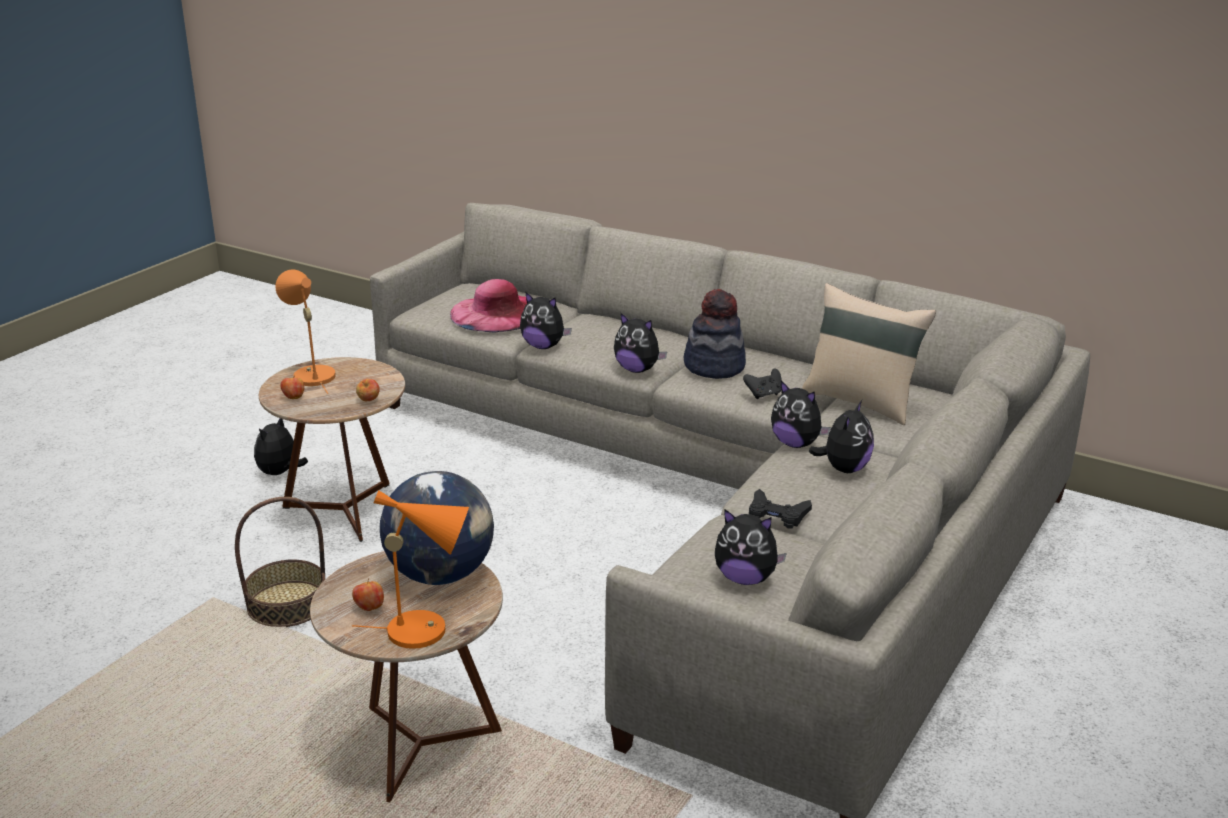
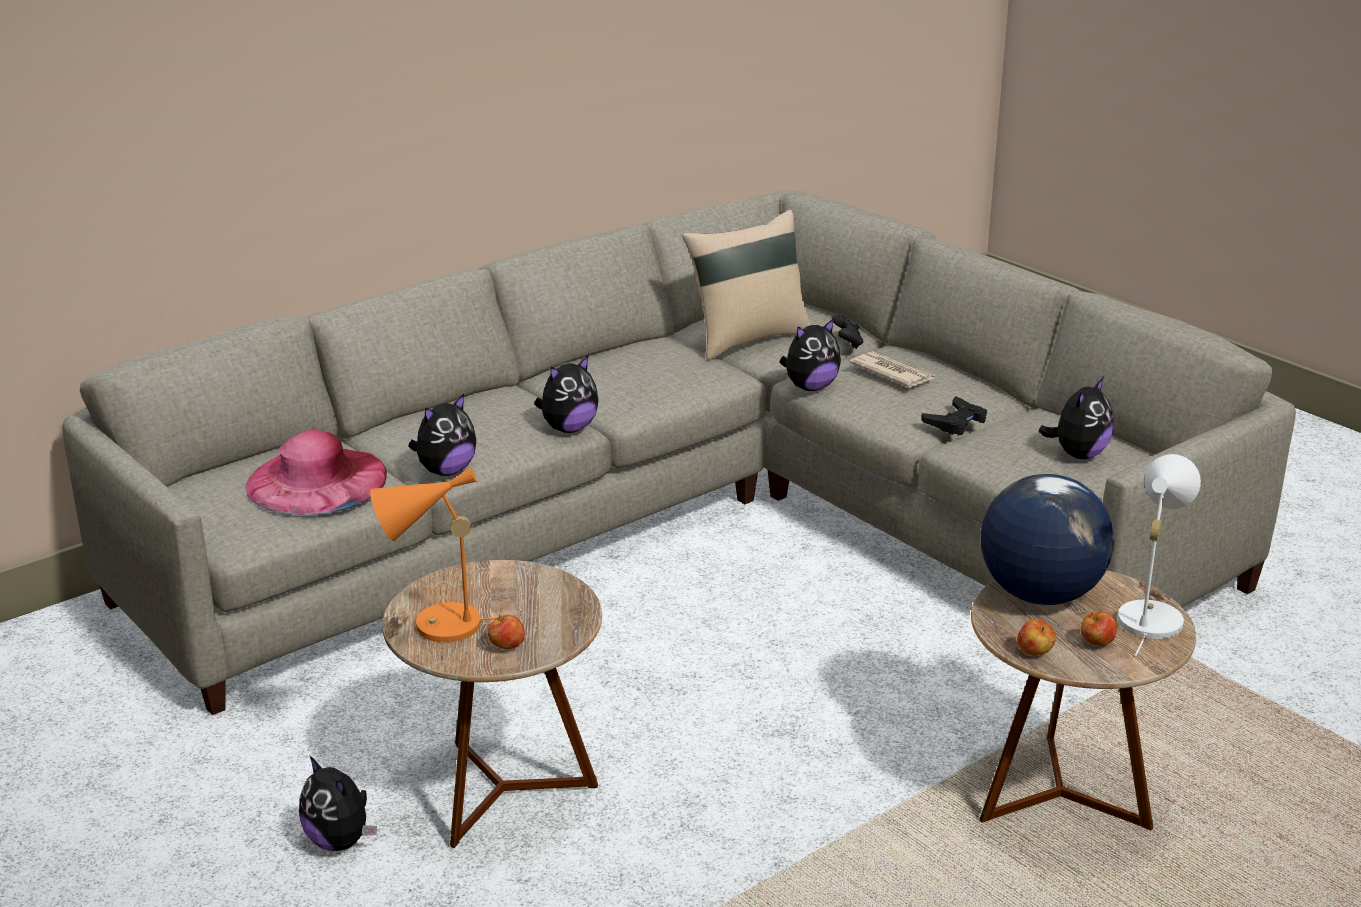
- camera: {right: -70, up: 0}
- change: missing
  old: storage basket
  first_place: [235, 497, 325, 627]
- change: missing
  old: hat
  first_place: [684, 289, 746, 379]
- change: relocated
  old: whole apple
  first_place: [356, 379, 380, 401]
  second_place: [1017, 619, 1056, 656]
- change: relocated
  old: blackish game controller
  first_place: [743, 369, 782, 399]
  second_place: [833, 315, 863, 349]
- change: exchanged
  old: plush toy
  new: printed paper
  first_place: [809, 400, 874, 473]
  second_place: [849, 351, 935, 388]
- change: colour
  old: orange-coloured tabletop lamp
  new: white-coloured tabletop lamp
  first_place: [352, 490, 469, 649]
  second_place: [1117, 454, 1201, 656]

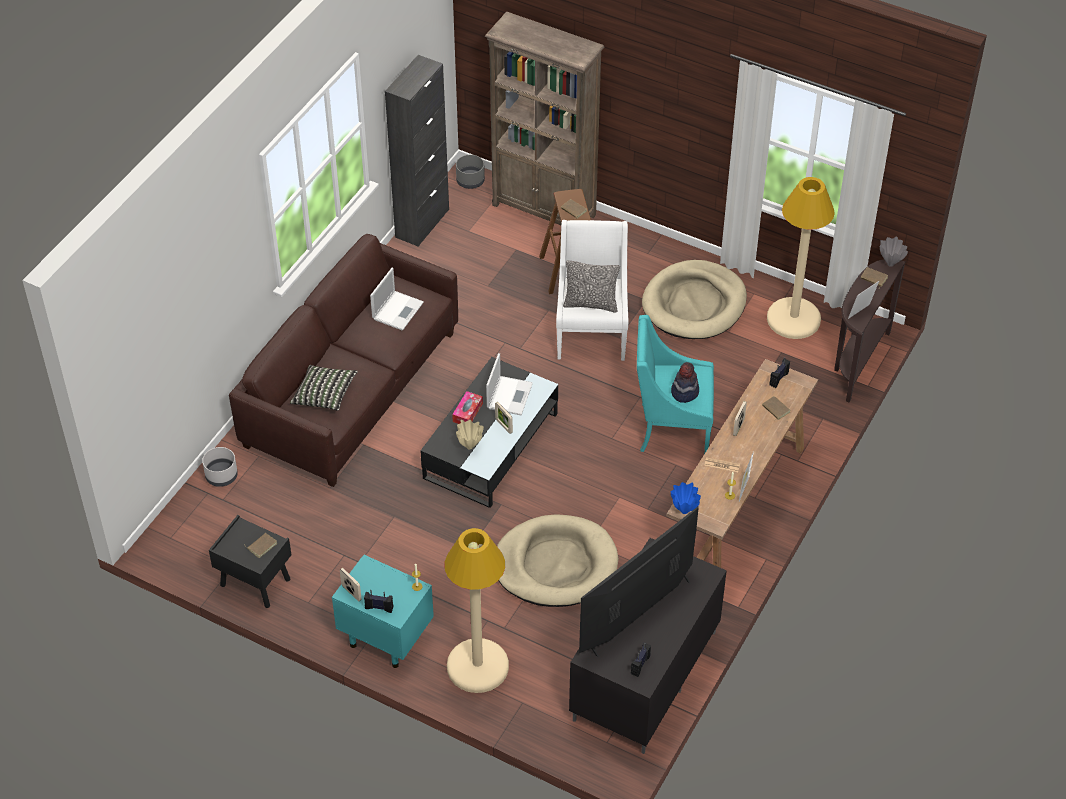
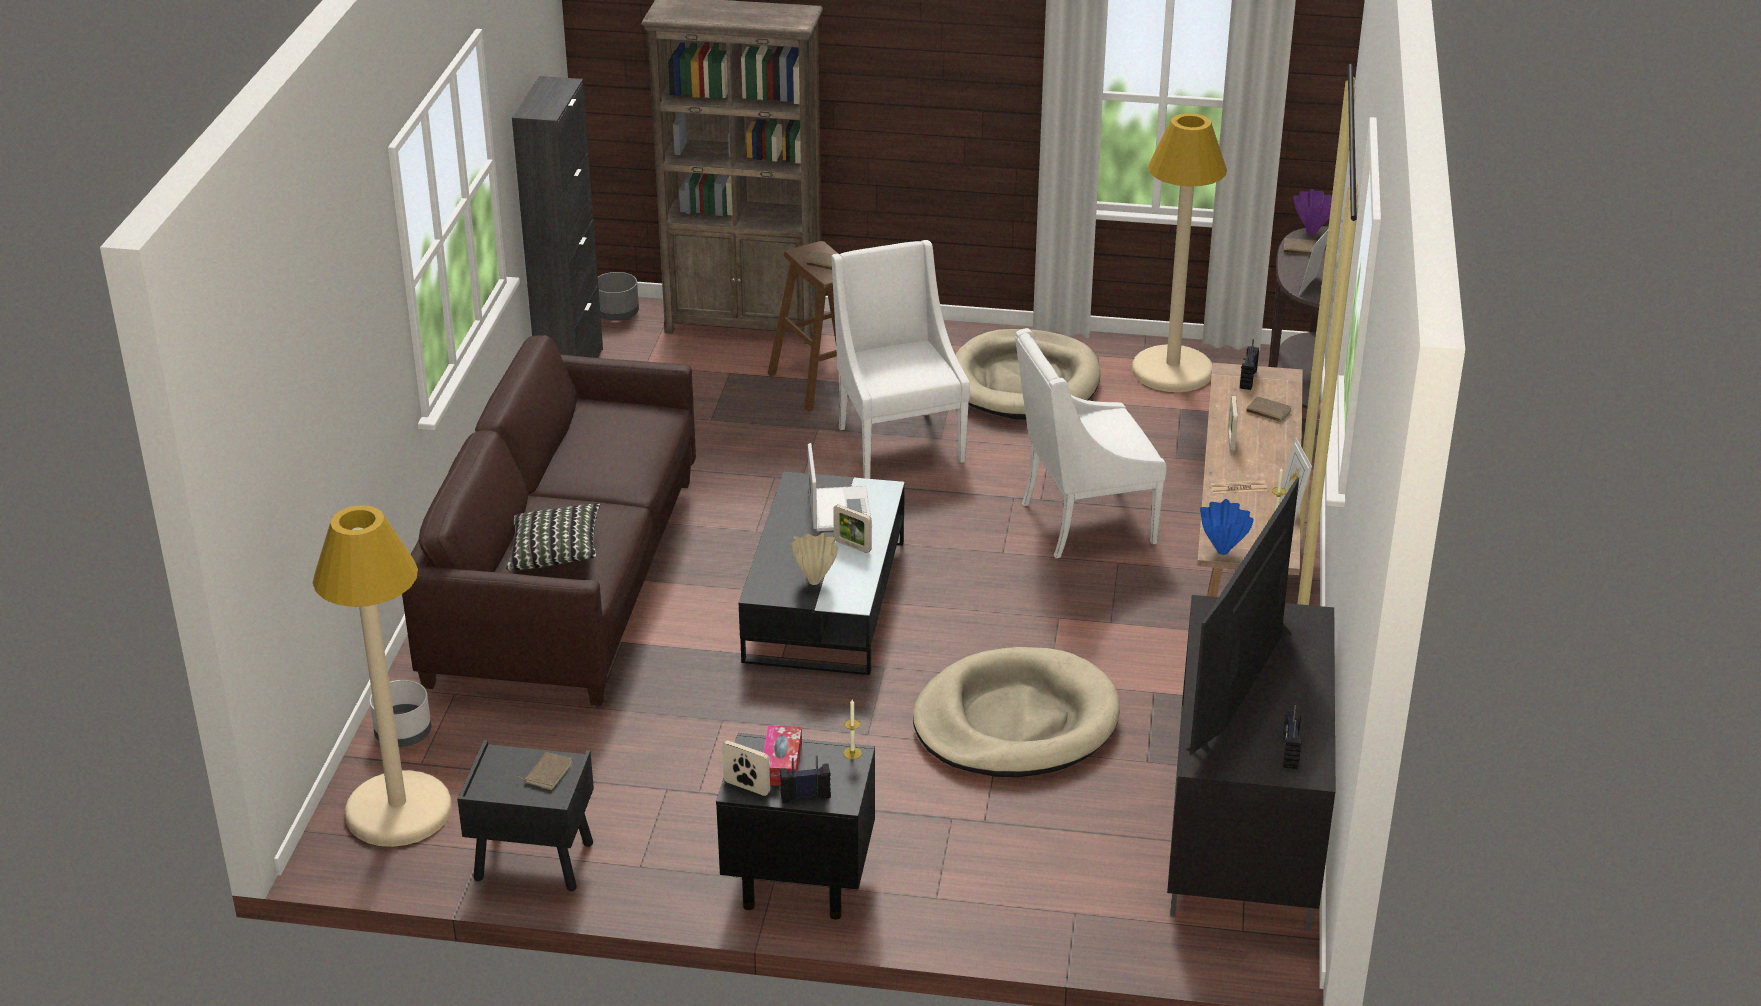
- camera: {right: -20, up: -15}
- change: missing
  old: laptop
  first_place: [370, 268, 424, 331]
- change: missing
  old: throw pillow
  first_place: [563, 260, 620, 313]
- change: missing
  old: hat
  first_place: [671, 362, 699, 403]
- change: relocated
  old: beige-coloured standard lamp
  first_place: [445, 528, 509, 693]
  second_place: [313, 505, 452, 847]
- change: relocated
  old: tissue box
  first_place: [452, 391, 483, 424]
  second_place: [763, 725, 802, 786]
- change: colour
  old: turquoise-coloured bedside table
  new: blackish bedside table
  first_place: [332, 555, 434, 668]
  second_place: [716, 733, 875, 920]
- change: colour
  old: turquoise-coloured lounge chair
  new: white-coloured lounge chair
  first_place: [637, 315, 714, 454]
  second_place: [1015, 328, 1167, 559]
- change: colour
  old: grey decorative vase
  new: purplish decorative vase
  first_place: [880, 237, 908, 267]
  second_place: [1293, 189, 1332, 234]

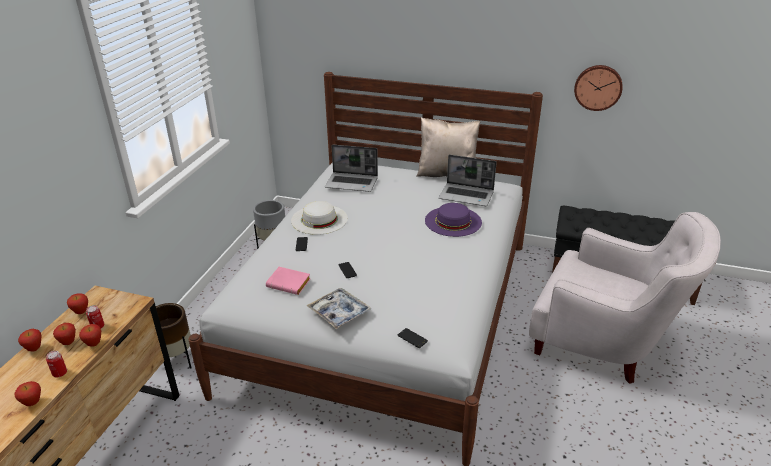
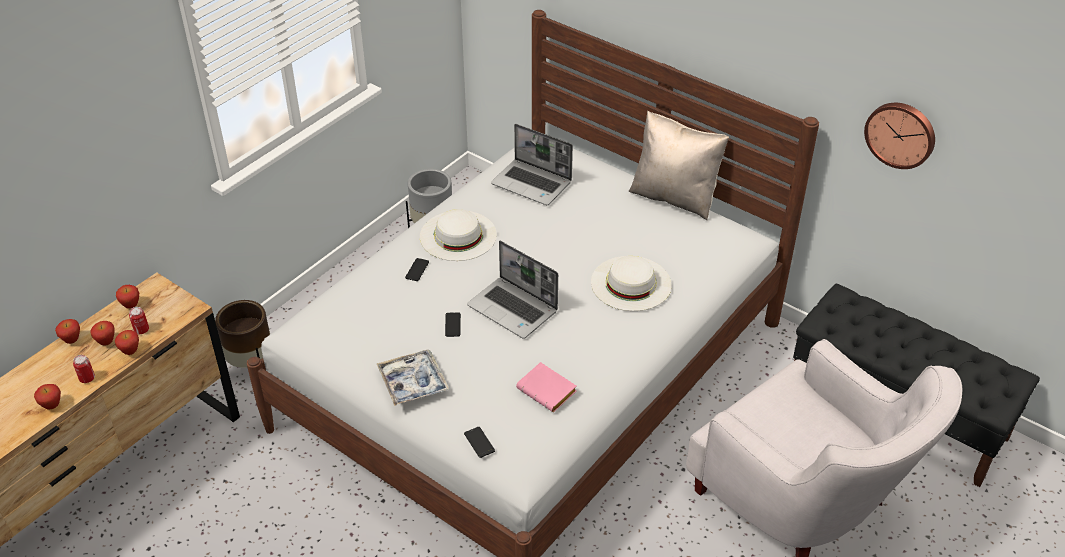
- camera: {right: 20, up: 10}
- change: relocated
  old: pinkish book
  first_place: [266, 267, 311, 295]
  second_place: [516, 362, 577, 412]
- change: relocated
  old: laptop
  first_place: [439, 155, 497, 206]
  second_place: [467, 241, 558, 339]
- change: colour
  old: purplish hat
  new: white-coloured hat
  first_place: [425, 203, 482, 237]
  second_place: [591, 256, 672, 311]

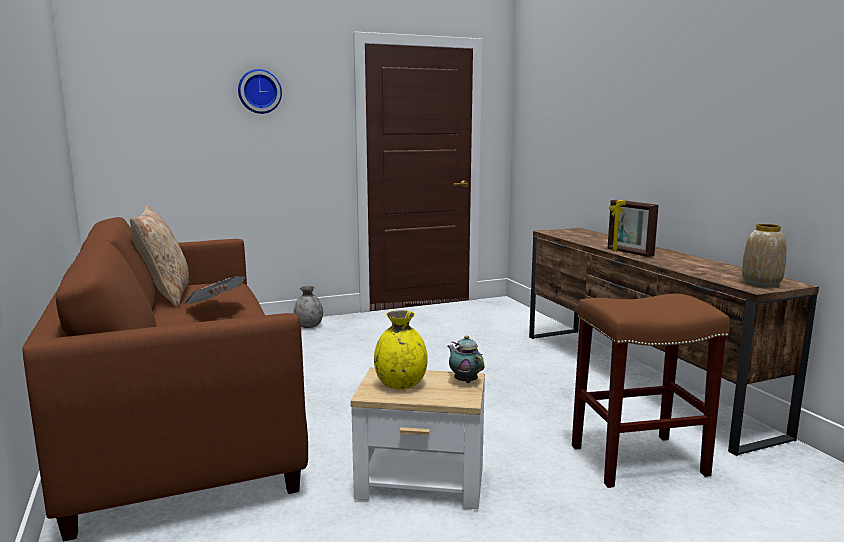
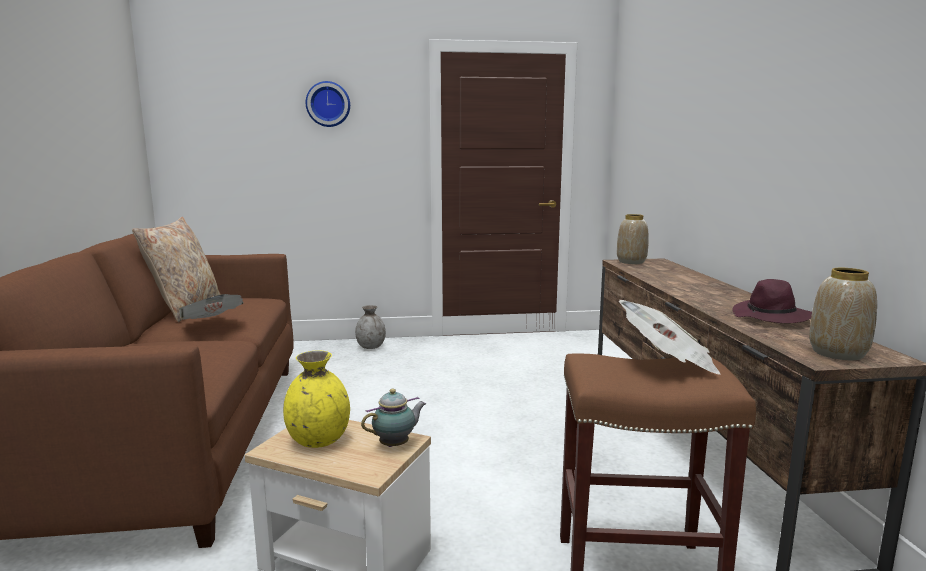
- camera: {right: 15, up: 0}
- change: missing
  old: standing frame
  first_place: [608, 200, 659, 257]
- change: appeared
  new: decorative vase
  second_place: [617, 214, 649, 264]
- change: appeared
  new: printed paper
  second_place: [619, 300, 721, 375]
- change: appeared
  new: purplish hat
  second_place: [732, 279, 812, 323]
- change: spun
  old: teapot
  first_place: [448, 335, 485, 383]
  second_place: [361, 389, 426, 447]
  degrees: 75

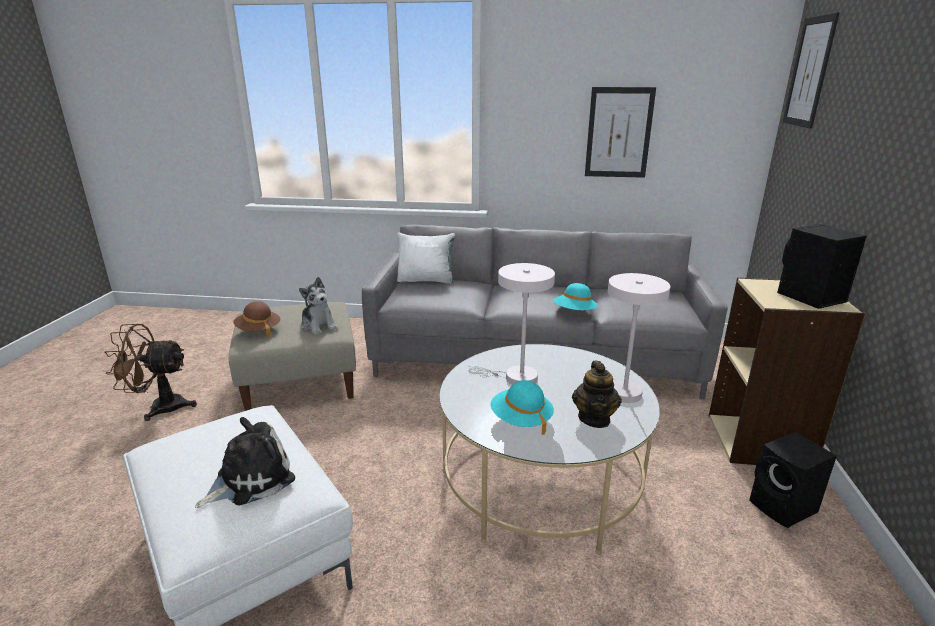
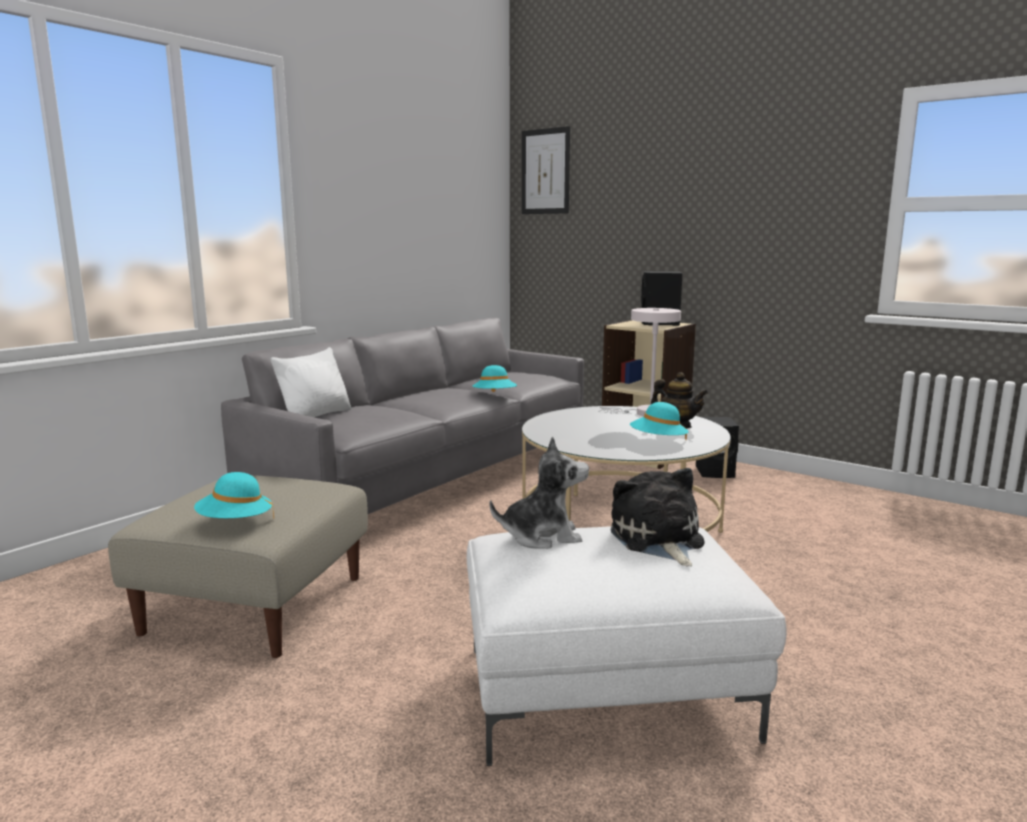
- camera: {right: -60, up: -10}
- change: missing
  old: brownish electric fan
  first_place: [105, 324, 197, 421]
- change: missing
  old: white-coloured tabletop lamp
  first_place: [468, 263, 555, 385]
- change: missing
  old: wall art
  first_place: [585, 87, 656, 178]
- change: relocated
  old: plush toy
  first_place: [299, 277, 338, 335]
  second_place: [490, 437, 589, 549]
- change: colour
  old: brownish hat
  new: turquoise-coloured hat
  first_place: [233, 301, 280, 337]
  second_place: [194, 472, 274, 519]

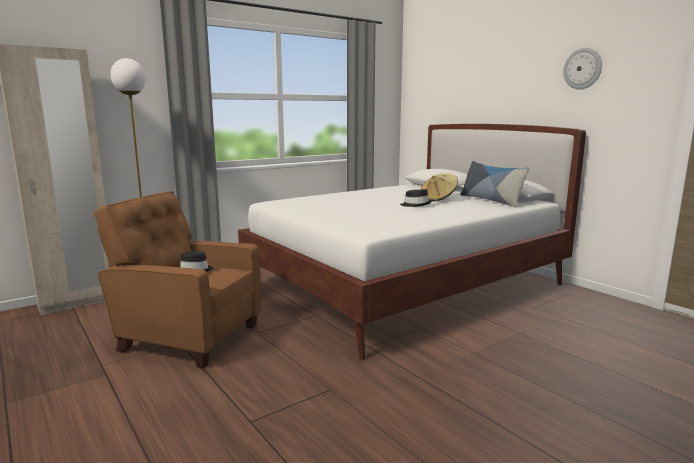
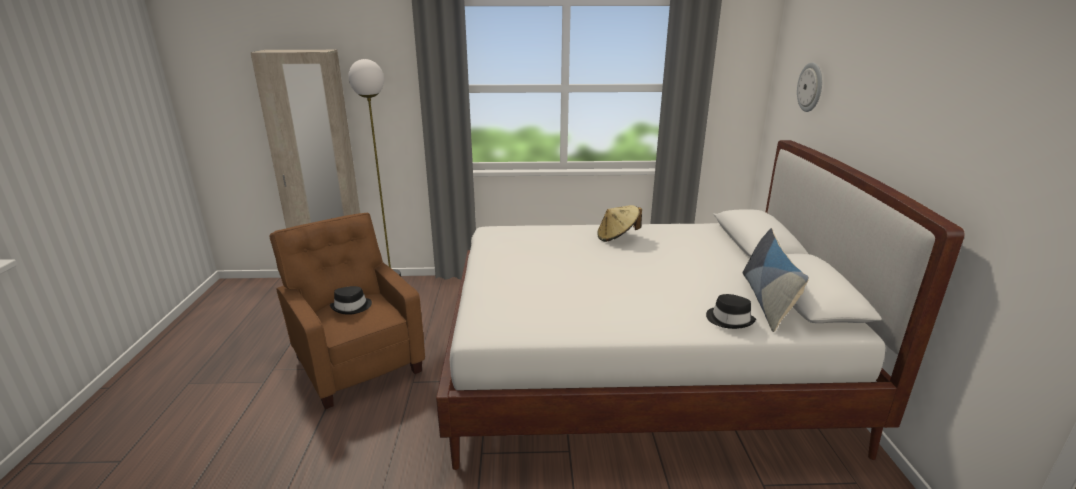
- camera: {right: 35, up: 10}
- change: relocated
  old: blackish hat
  first_place: [400, 189, 432, 207]
  second_place: [706, 294, 756, 329]
- change: relocated
  old: beige-coloured hat
  first_place: [421, 173, 458, 202]
  second_place: [597, 205, 642, 242]
- change: relocated
  old: clock on the wall
  first_place: [563, 48, 602, 89]
  second_place: [797, 62, 822, 112]

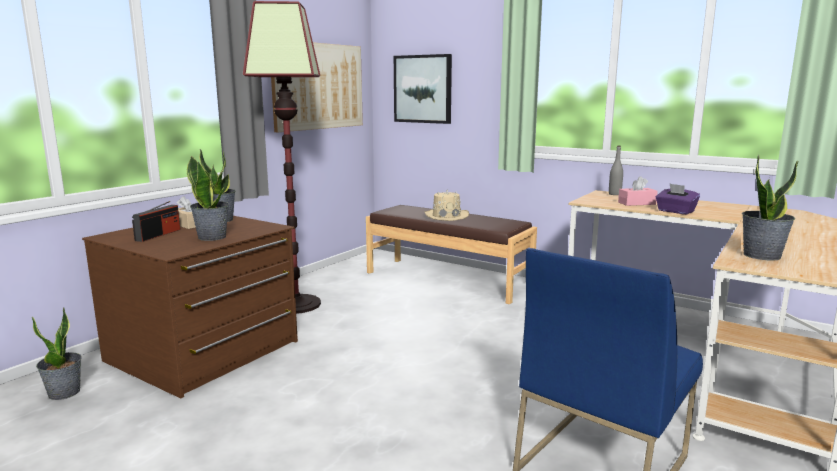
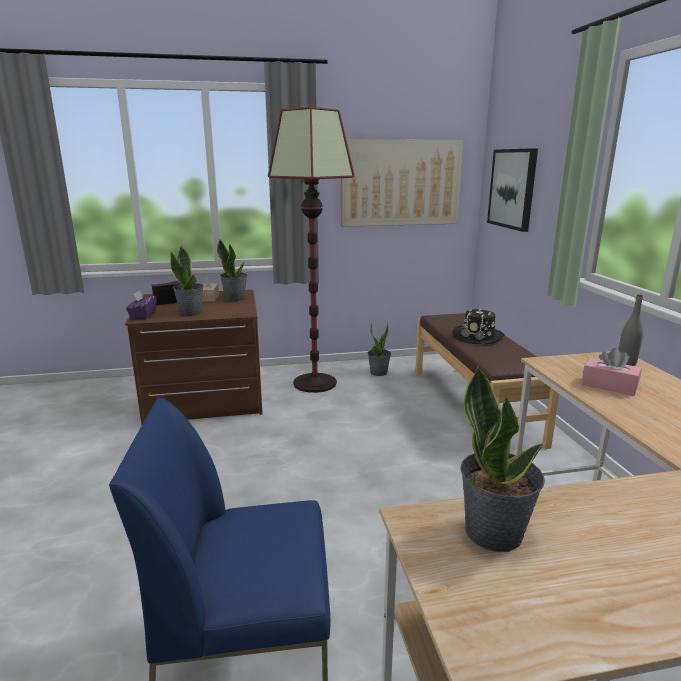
- camera: {right: 45, up: 5}
- change: relocated
  old: houseplant
  first_place: [32, 307, 82, 400]
  second_place: [368, 322, 391, 376]
- change: relocated
  old: purplish tissue box
  first_place: [656, 183, 700, 214]
  second_place: [126, 290, 156, 320]
- change: colour
  old: beige-coloured hat
  new: blackish hat
  first_place: [424, 190, 469, 221]
  second_place: [452, 308, 505, 344]

